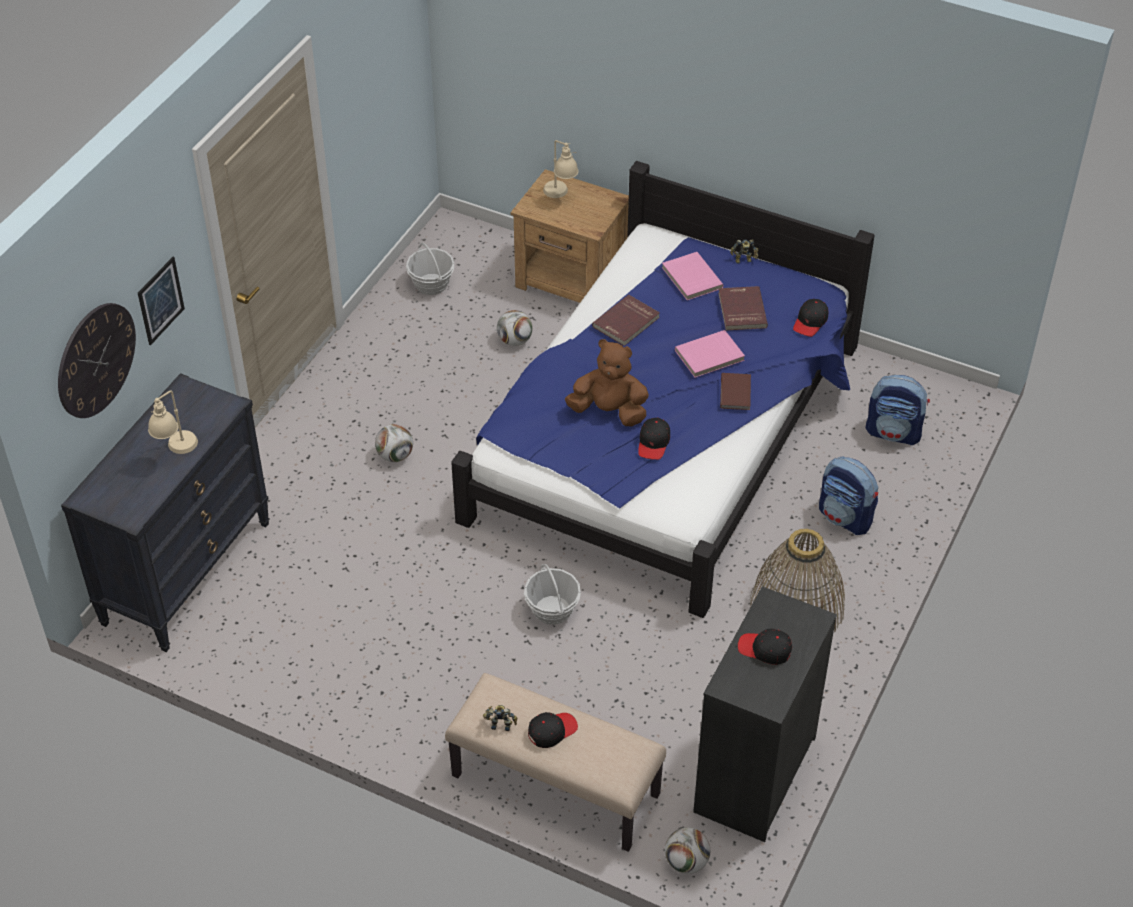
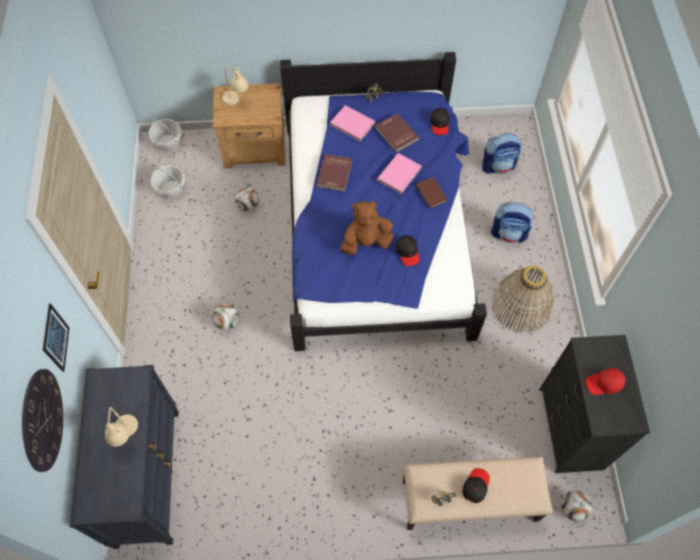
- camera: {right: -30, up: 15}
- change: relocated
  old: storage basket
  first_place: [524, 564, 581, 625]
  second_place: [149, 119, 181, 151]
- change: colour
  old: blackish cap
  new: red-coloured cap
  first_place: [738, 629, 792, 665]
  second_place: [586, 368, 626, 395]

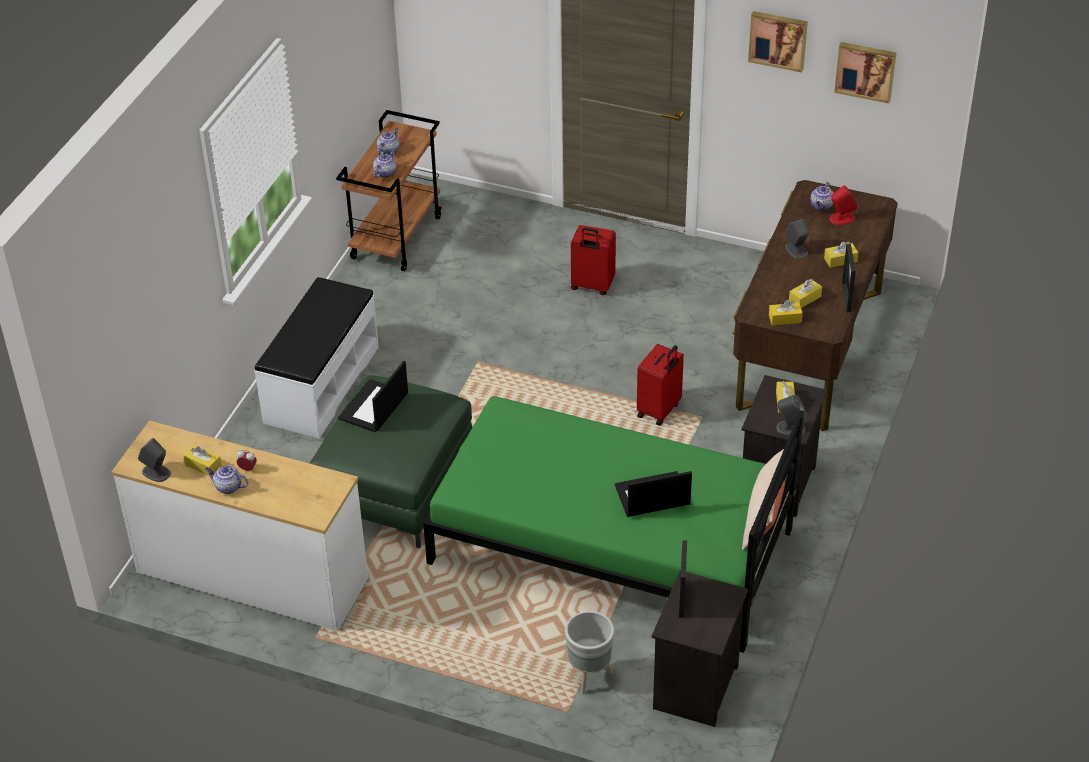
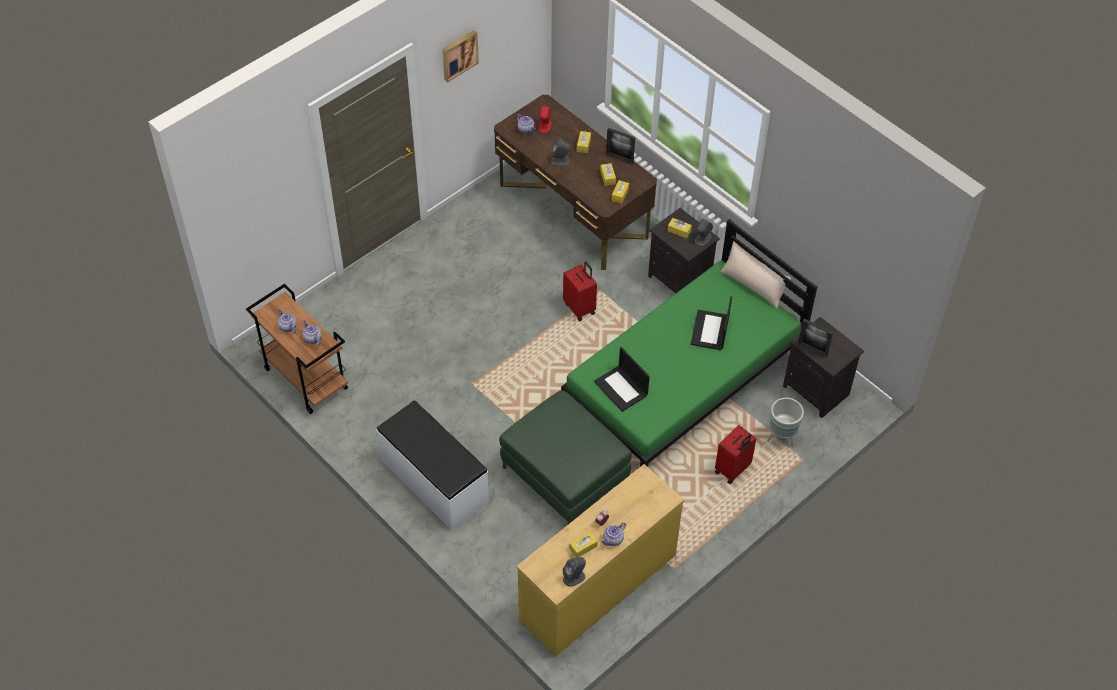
- camera: {right: -65, up: 10}
- change: missing
  old: wall art
  first_place: [834, 42, 896, 103]
- change: relocated
  old: laptop
  first_place: [338, 361, 408, 432]
  second_place: [594, 347, 650, 412]
- change: relocated
  old: red-coloured piece of luggage
  first_place: [571, 225, 616, 295]
  second_place: [715, 425, 756, 484]
- change: colour
  old: white-coloured chest of drawers
  new: yellow chest of drawers
  first_place: [111, 421, 368, 631]
  second_place: [517, 464, 684, 656]

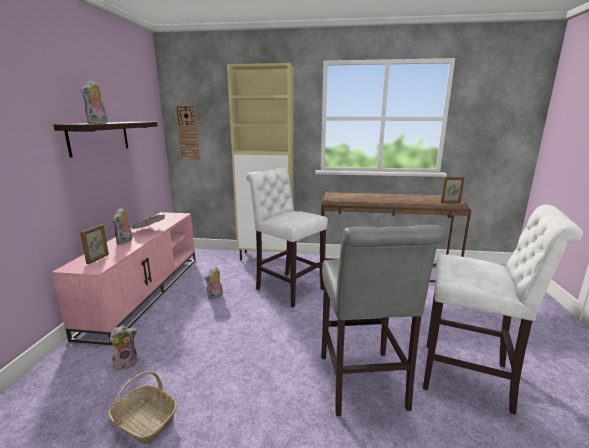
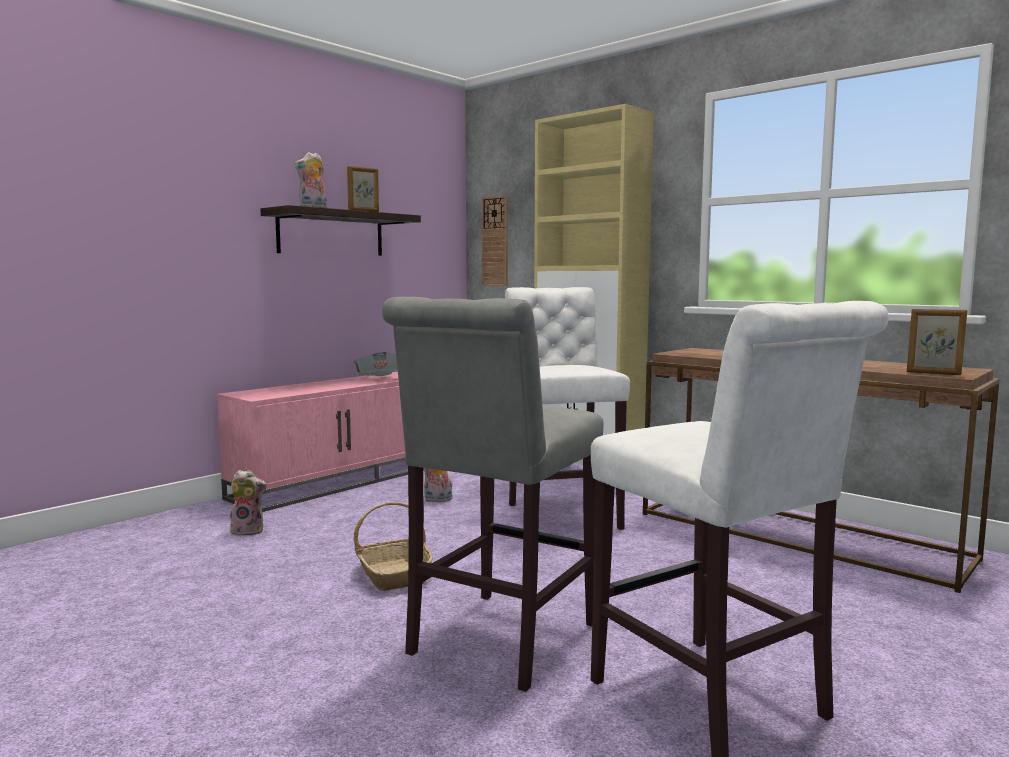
- camera: {right: 35, up: -10}
- change: missing
  old: plush toy
  first_place: [113, 208, 132, 245]
- change: relocated
  old: standing frame
  first_place: [80, 225, 109, 264]
  second_place: [347, 166, 379, 212]
- change: relocated
  old: storage basket
  first_place: [108, 371, 178, 444]
  second_place: [354, 502, 433, 591]

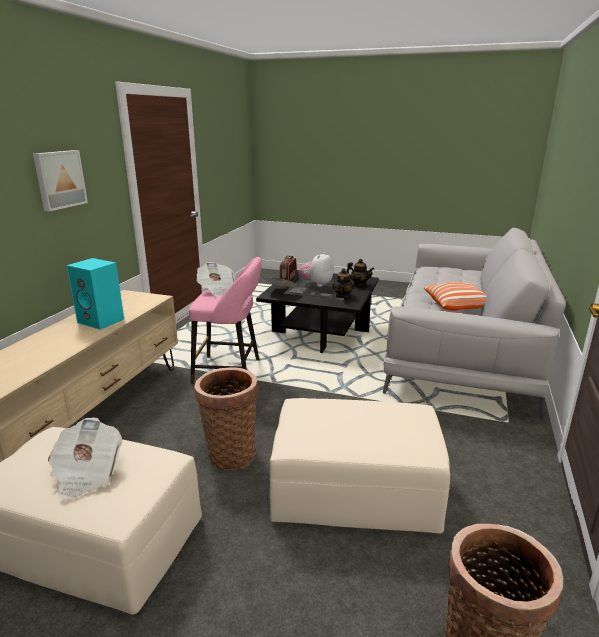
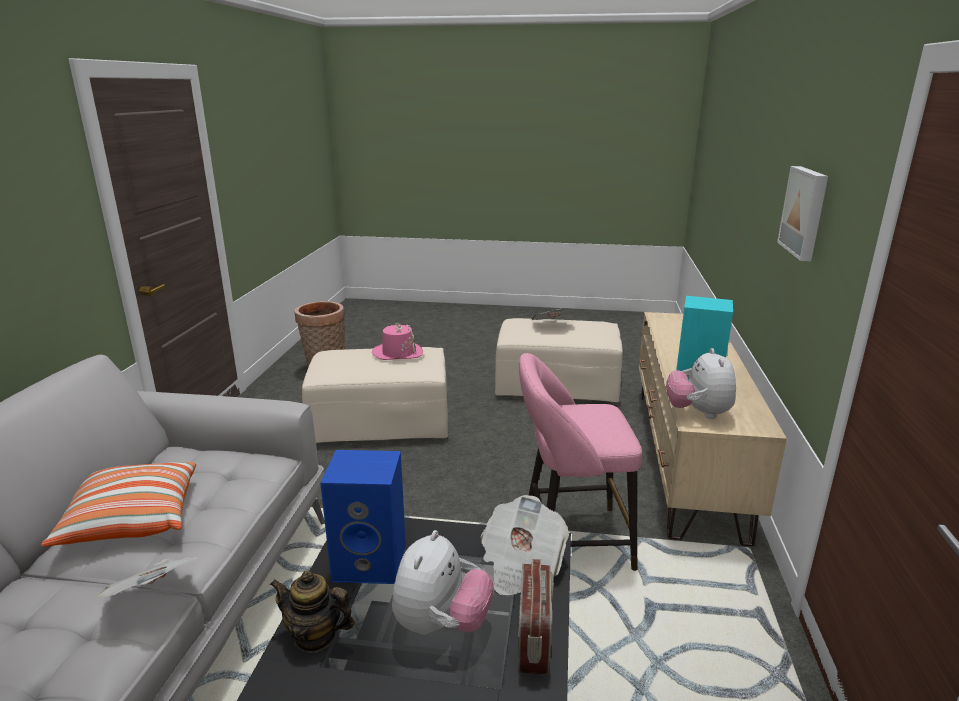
- camera: {right: 170, up: 0}
- change: missing
  old: storage basket
  first_place: [194, 367, 258, 471]
- change: appeared
  new: pinkish hat
  second_place: [372, 323, 423, 360]
- change: appeared
  new: plush toy
  second_place: [666, 348, 736, 419]
- change: relocated
  old: printed paper
  first_place: [196, 262, 235, 297]
  second_place: [95, 556, 200, 597]
- change: exchanged
  old: teapot
  new: bluish speaker
  first_place: [332, 268, 354, 298]
  second_place: [320, 450, 406, 584]

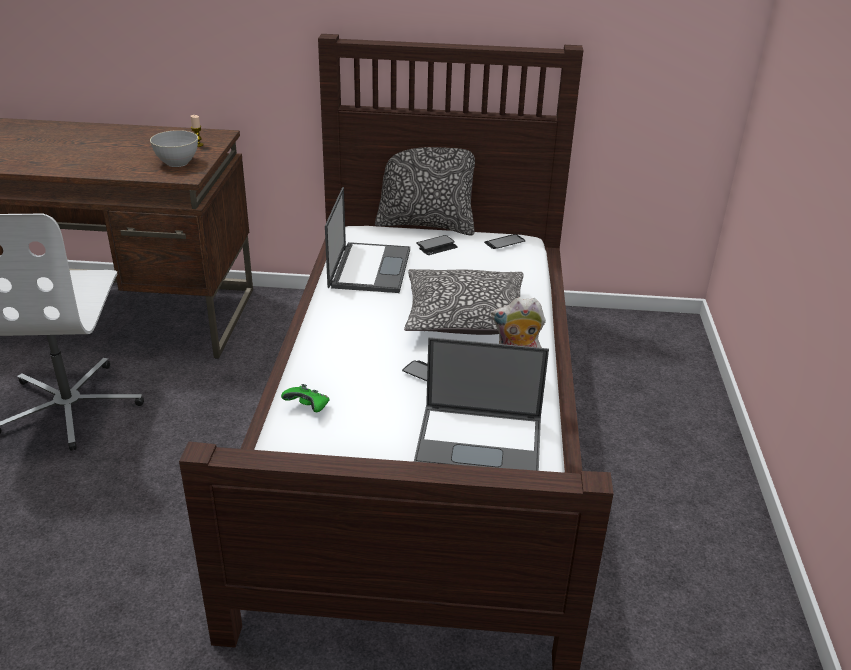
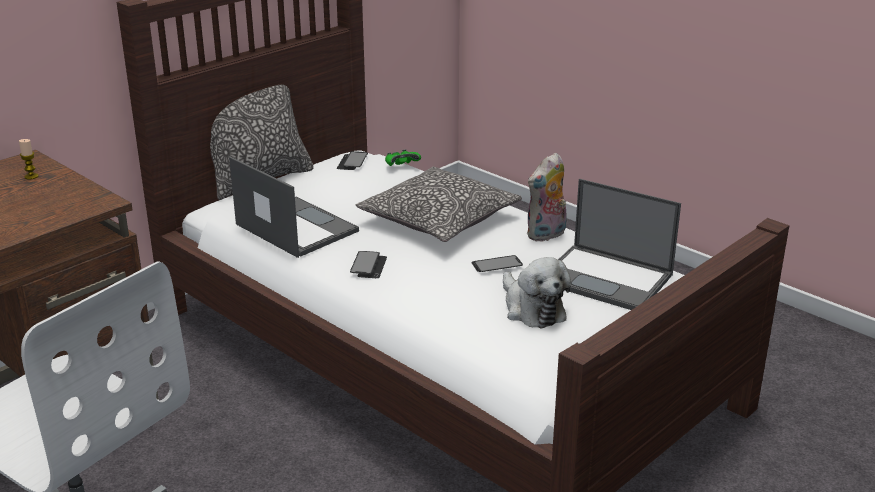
- camera: {right: -50, up: -5}
- change: missing
  old: grey deep dish
  first_place: [150, 130, 198, 167]
- change: appeared
  new: plush toy
  second_place: [503, 257, 571, 328]
- change: relocated
  old: green game controller
  first_place: [281, 384, 330, 412]
  second_place: [385, 150, 421, 166]
- change: relocated
  old: telephone
  first_place: [416, 235, 458, 255]
  second_place: [350, 251, 387, 278]
- change: spun
  old: laptop
  first_place: [414, 337, 549, 471]
  second_place: [558, 179, 681, 310]
  degrees: 75

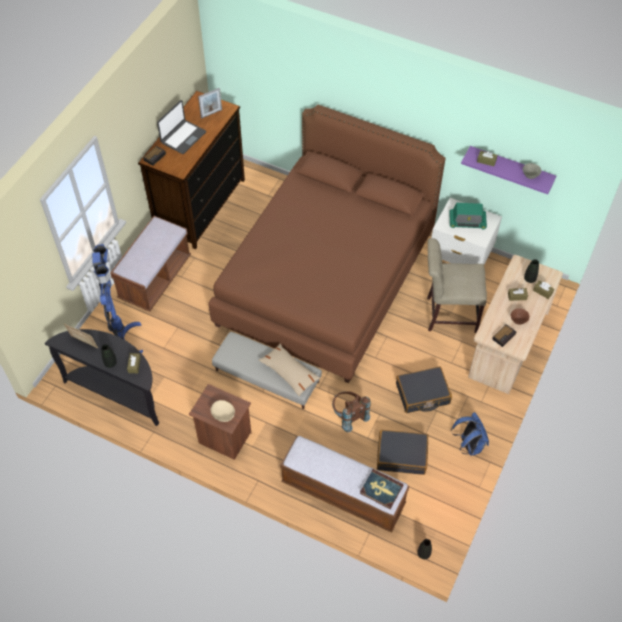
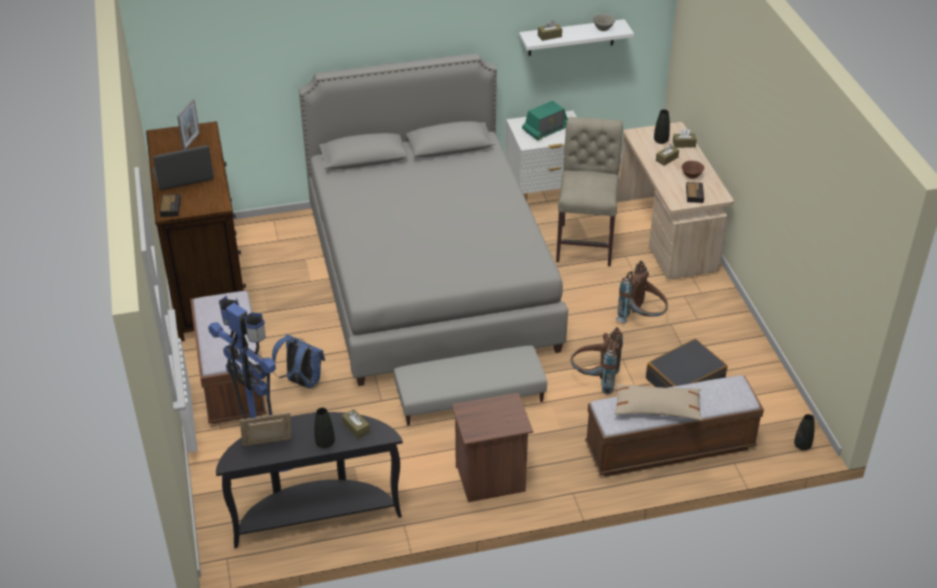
- camera: {right: -40, up: -15}
- change: missing
  old: beige-coloured deep dish
  first_place: [211, 400, 235, 422]
- change: missing
  old: book
  first_place: [360, 469, 403, 509]
- change: relocated
  old: beige-coloured throw pillow
  first_place: [259, 344, 320, 397]
  second_place: [614, 384, 703, 420]
- change: relocated
  old: bluish rucksack
  first_place: [451, 412, 489, 455]
  second_place: [272, 334, 325, 389]
- change: exchanged
  old: blackish piece of luggage
  new: brownish rucksack
  first_place: [396, 367, 452, 413]
  second_place: [616, 260, 668, 323]
- change: colour
  old: brownish bed
  new: grey bed
  first_place: [208, 104, 446, 383]
  second_place: [299, 53, 568, 386]
- change: colour
  old: purplish bracket shelf
  new: white-coloured bracket shelf
  first_place: [461, 146, 556, 194]
  second_place: [519, 19, 634, 56]
- change: spun
  old: laptop
  first_place: [157, 100, 206, 154]
  second_place: [152, 145, 214, 190]
  degrees: -105
- change: spun
  old: beige-coloured upright chair
  first_place: [427, 238, 487, 333]
  second_place: [556, 117, 623, 267]
  degrees: 135

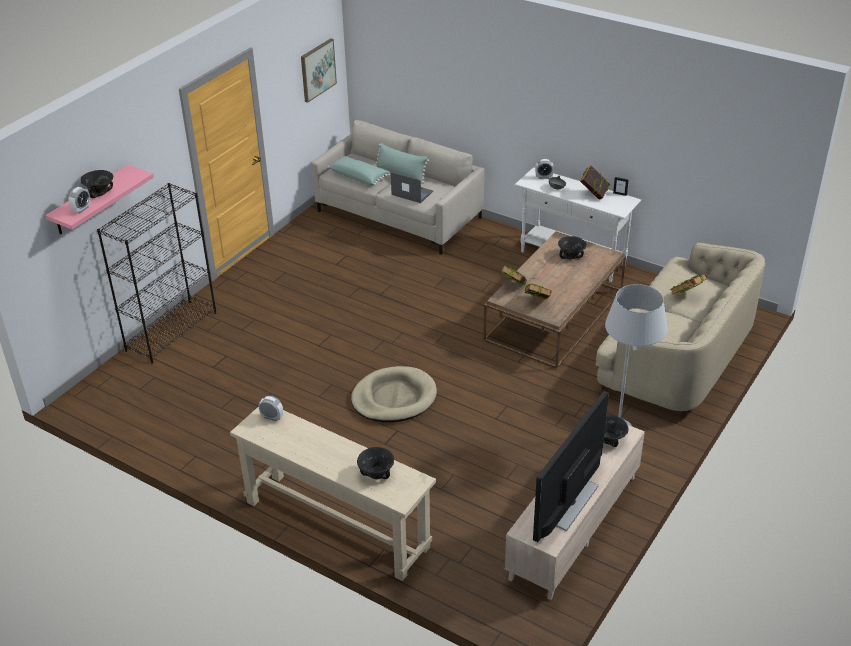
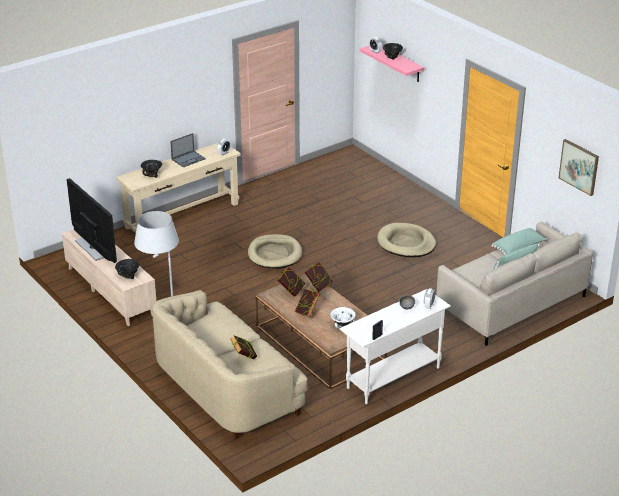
- camera: {right: 110, up: -5}
- change: missing
  old: blackish bookcase
  first_place: [97, 183, 216, 364]
- change: appeared
  new: beige-coloured pet bed
  second_place: [377, 223, 436, 257]
- change: relocated
  old: laptop
  first_place: [391, 172, 433, 203]
  second_place: [170, 133, 206, 167]
- change: relocated
  old: book
  first_place: [580, 166, 610, 200]
  second_place: [295, 289, 320, 317]
- change: colour
  old: blackish deep dish
  new: white-coloured deep dish
  first_place: [558, 236, 587, 259]
  second_place: [330, 307, 356, 328]

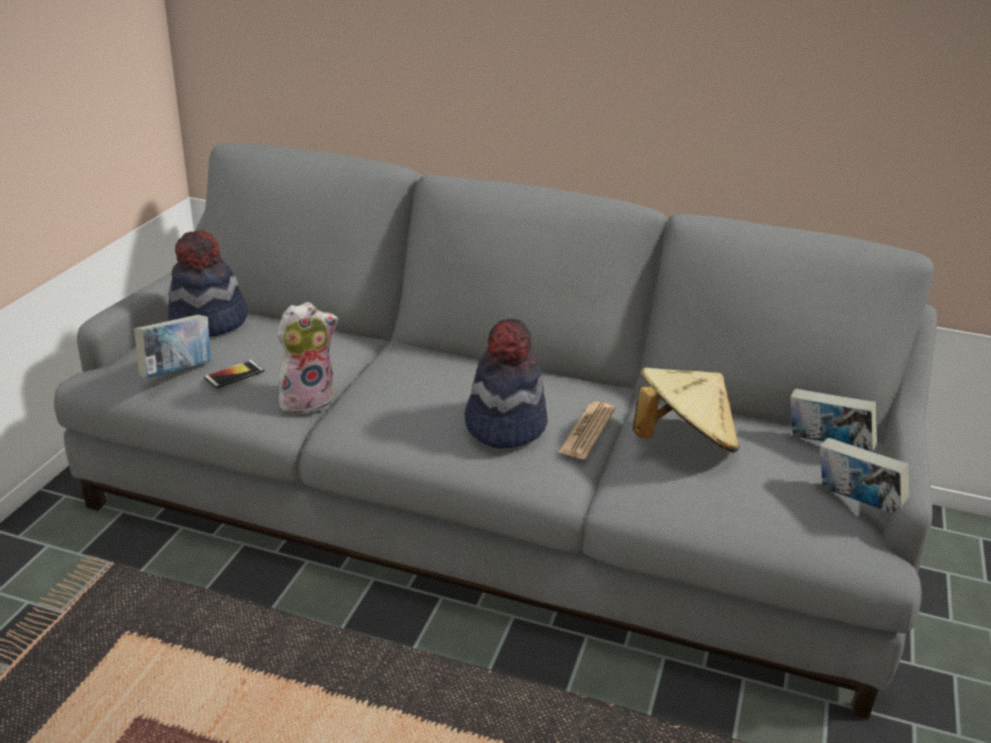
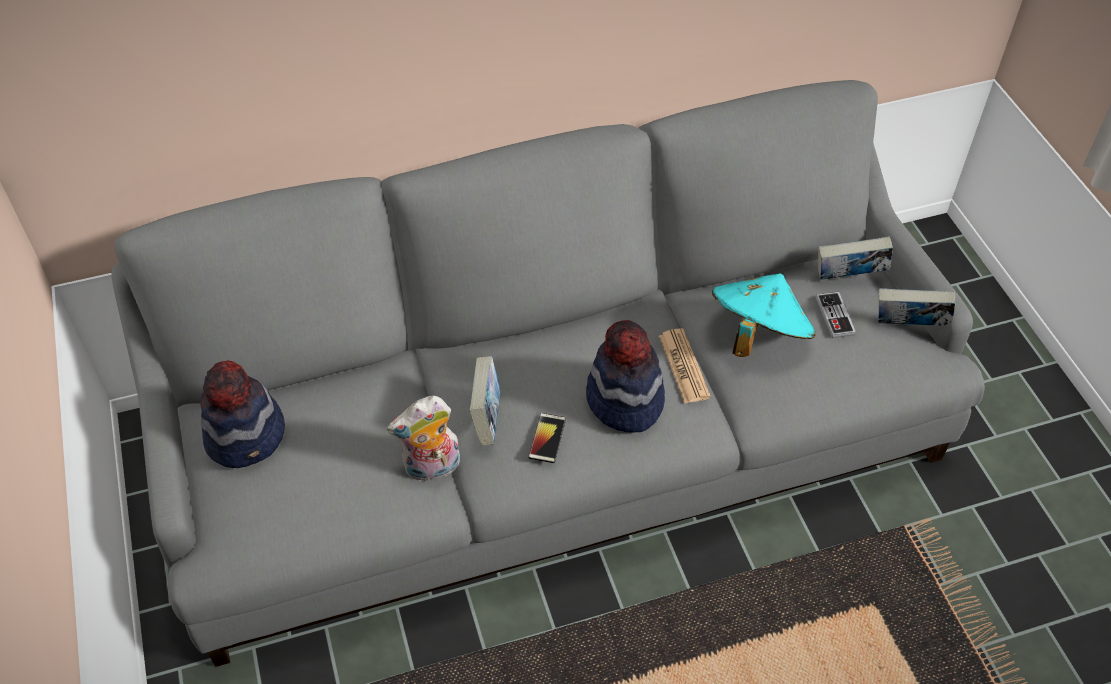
- camera: {right: -35, up: 20}
- change: appeared
  new: game controller
  second_place: [816, 292, 856, 338]
- change: relocated
  old: book
  first_place: [134, 315, 210, 378]
  second_place: [469, 356, 501, 446]
- change: relocated
  old: telephone
  first_place: [204, 360, 264, 389]
  second_place: [529, 413, 566, 463]
- change: colour
  old: beige-coloured hat
  new: turquoise-coloured hat
  first_place: [633, 367, 740, 453]
  second_place: [712, 273, 816, 357]
- change: spun
  old: plush toy
  first_place: [277, 302, 338, 413]
  second_place: [387, 396, 460, 483]
  degrees: -135

